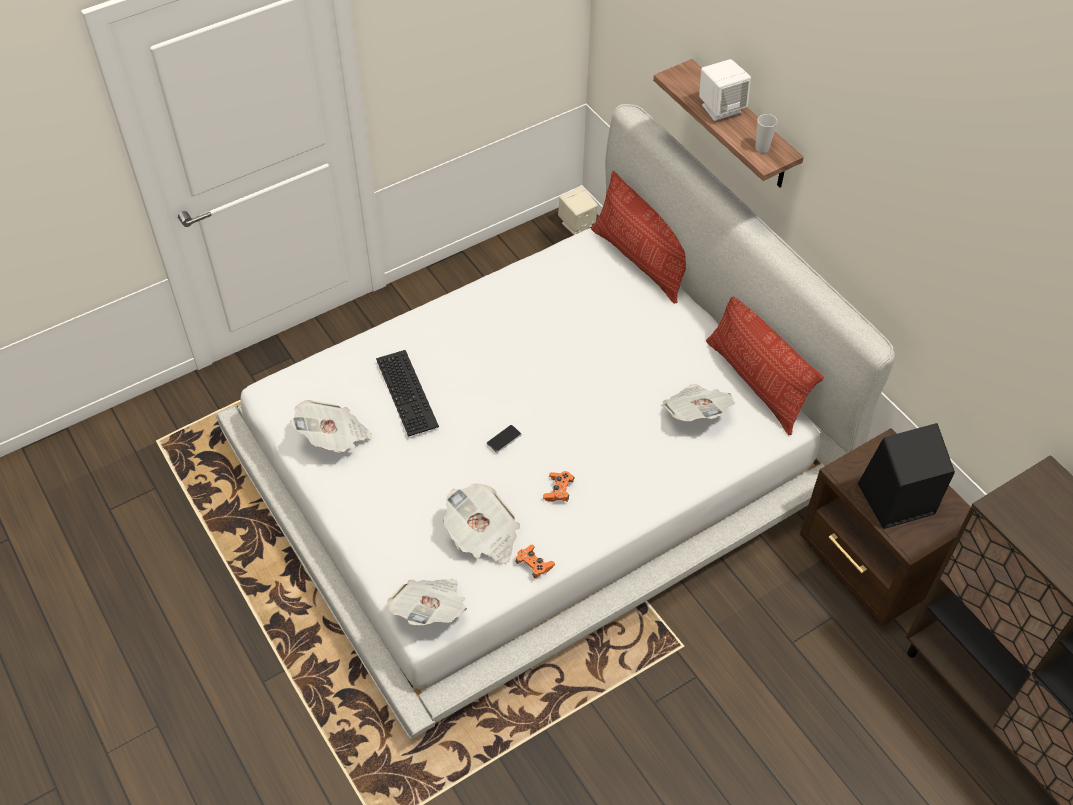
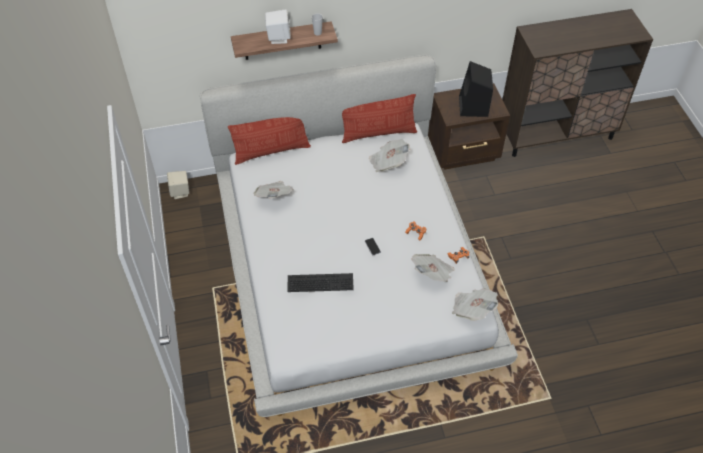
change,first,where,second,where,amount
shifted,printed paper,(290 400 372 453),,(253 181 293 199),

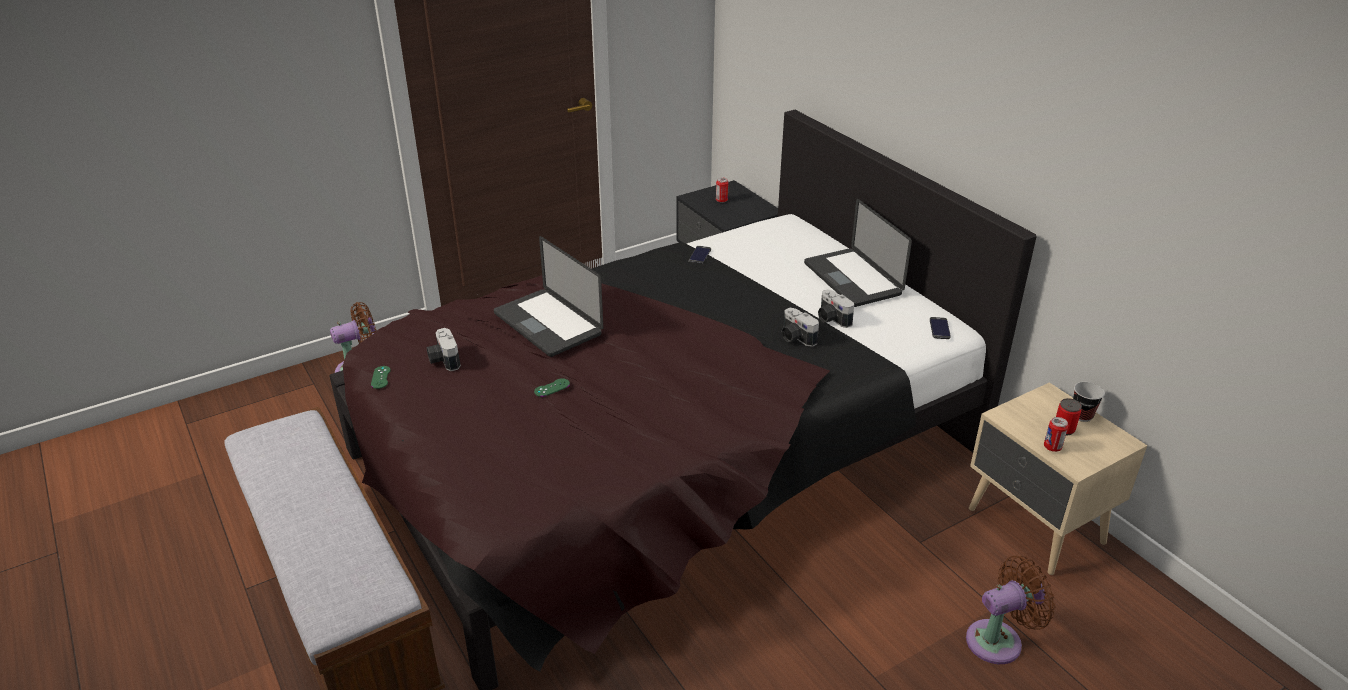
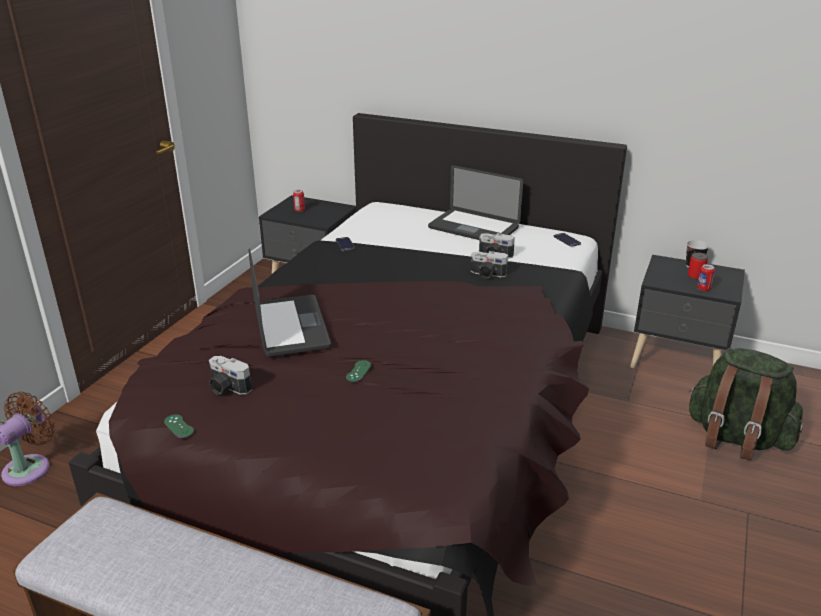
change,first,where,second,where,amount
rotated,laptop,(494 236 603 357),,(248 248 331 357),120 degrees counterclockwise
swapped,cooling fan/brown-coloured,(966 555 1055 664),rucksack/green-coloured,(689 348 803 461),
repainted,bedside table/sand-coloured,(969 383 1147 575),bedside table/blackish,(630 255 745 368),

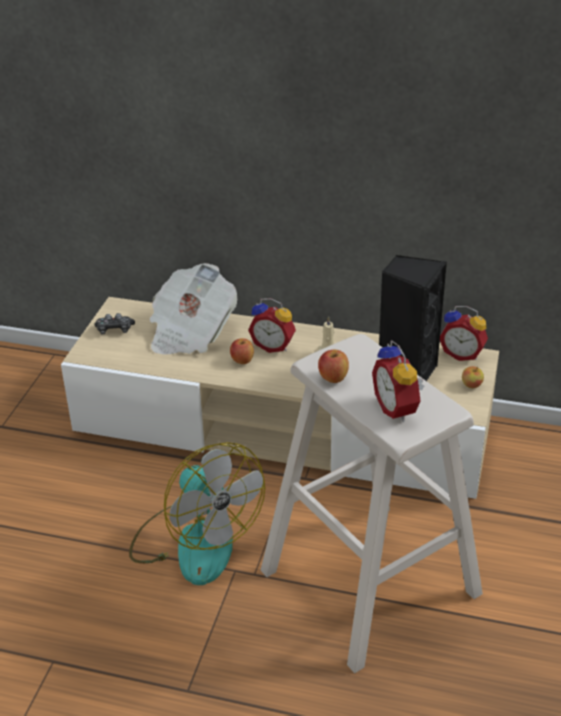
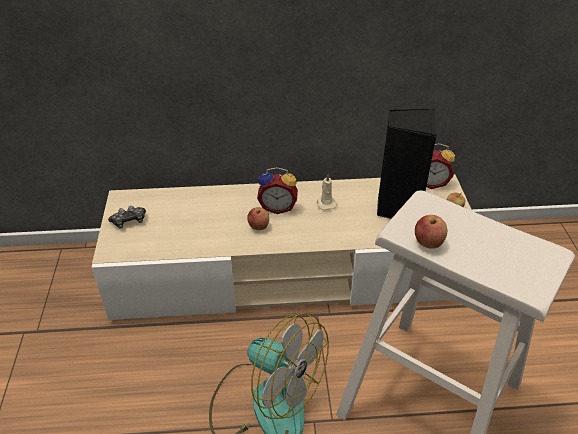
change,first,where,second,where,amount
gone,printed paper,(149 263 238 354),,,
gone,alarm clock,(372 340 424 422),,,

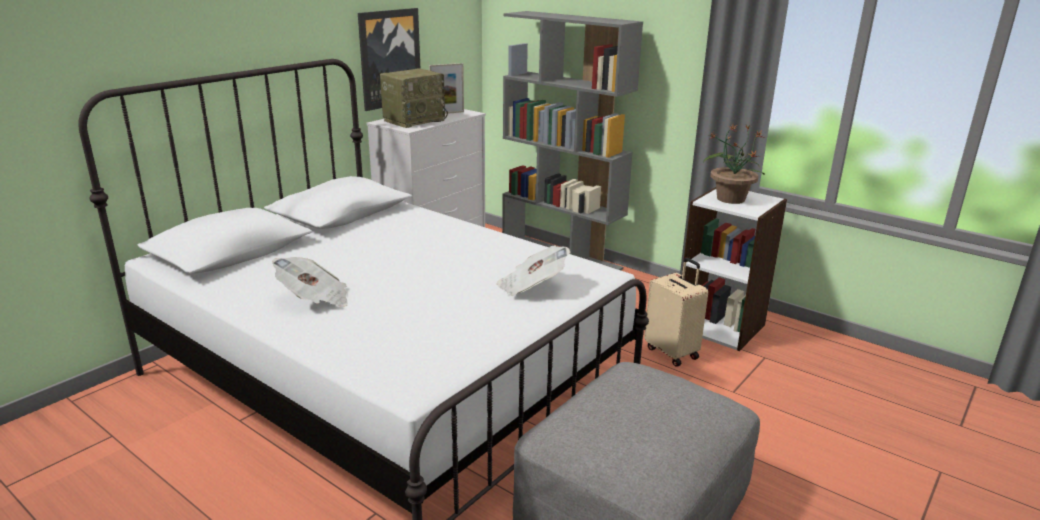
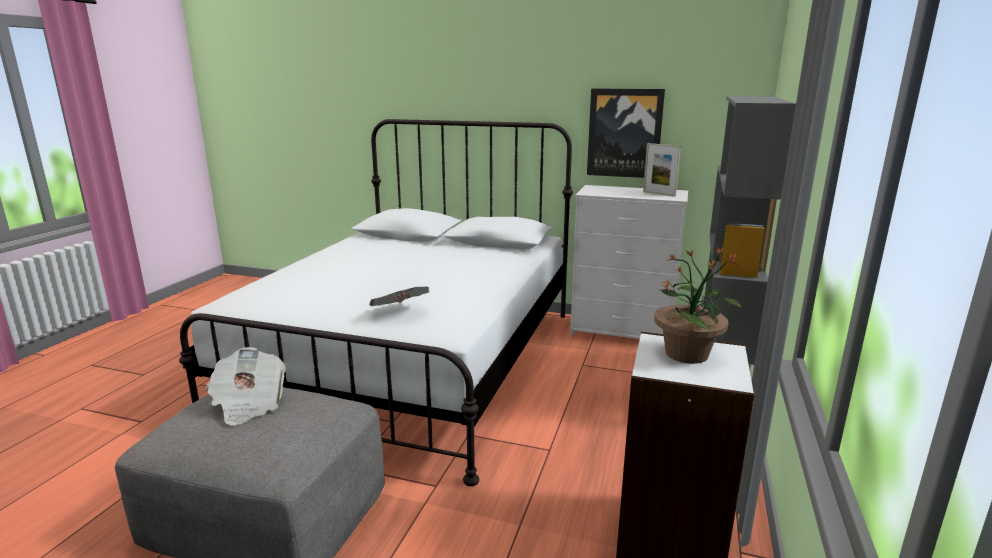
change,first,where,second,where,amount
shifted,printed paper,(272 257 348 307),,(206 347 286 426),
gone,radio,(380 68 448 128),,,
gone,suitcase/sand-coloured,(644 258 708 367),,,

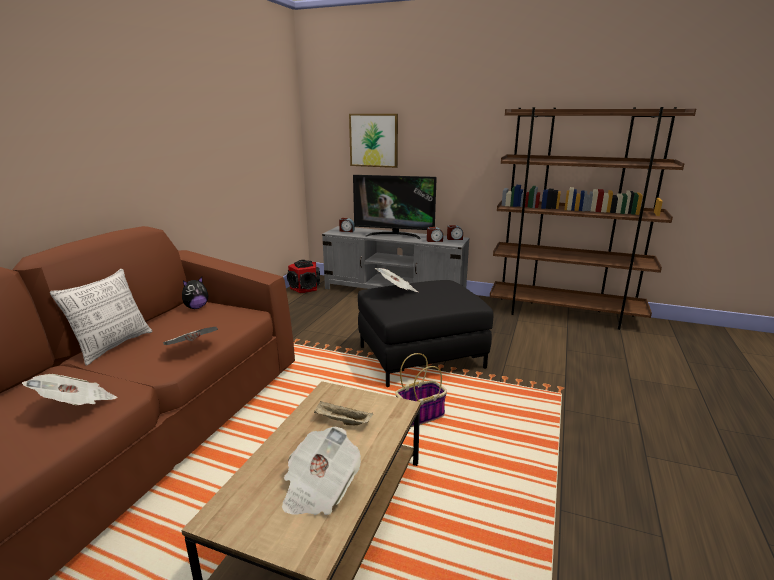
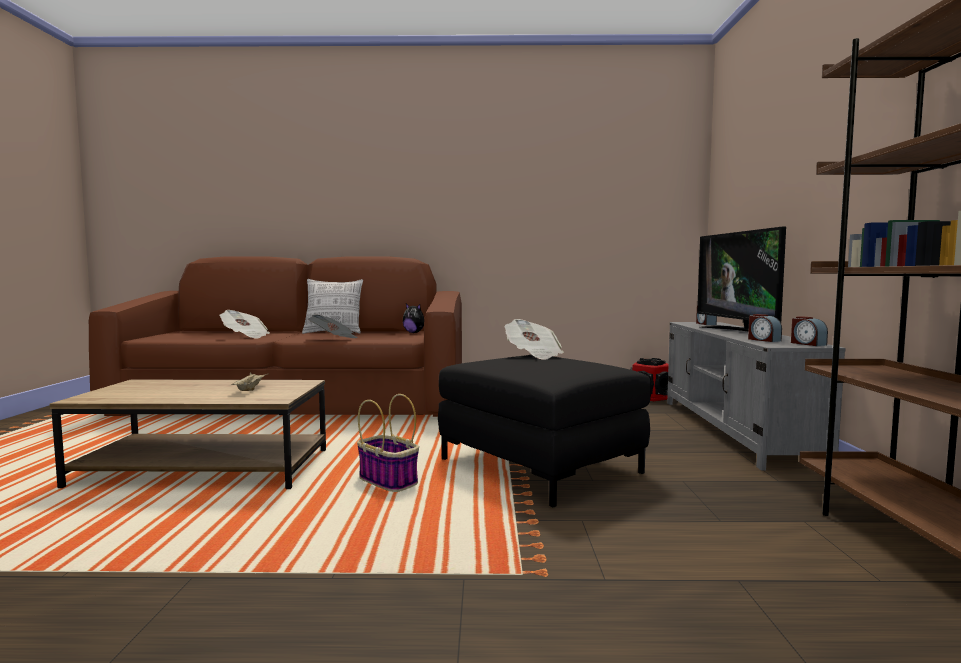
change,first,where,second,where,amount
gone,printed paper,(282 427 361 515),,,
gone,picture,(349 114 398 168),,,

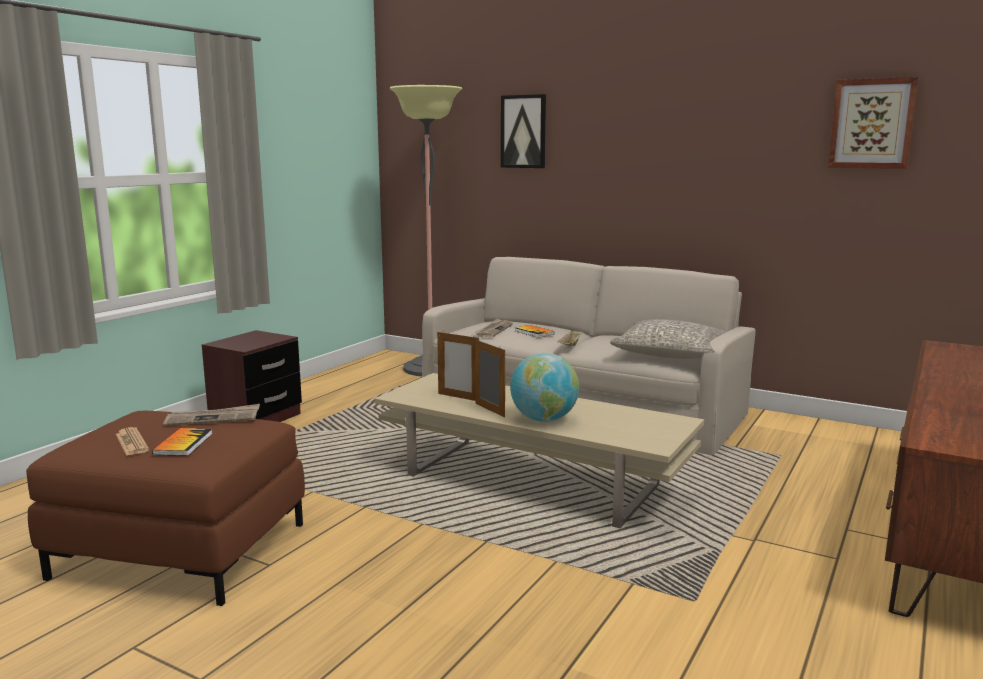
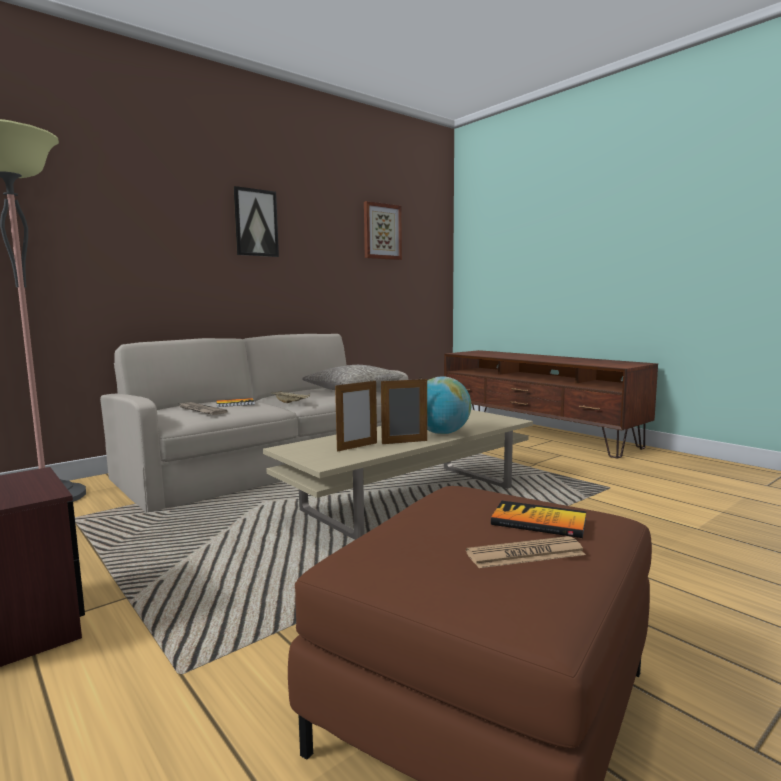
change,first,where,second,where,amount
gone,printed paper,(163 404 260 426),,,
shifted,picture,(501 94 546 168),,(233 186 279 257),

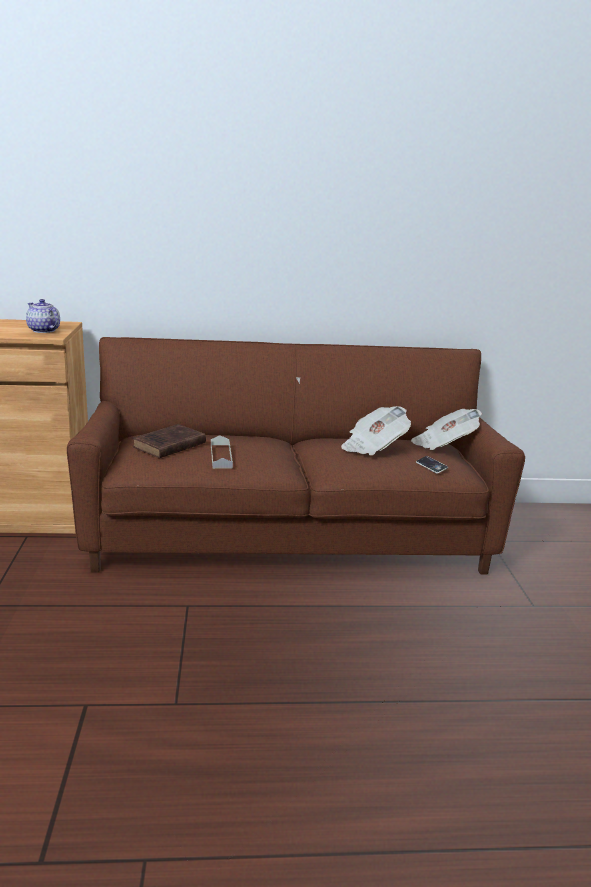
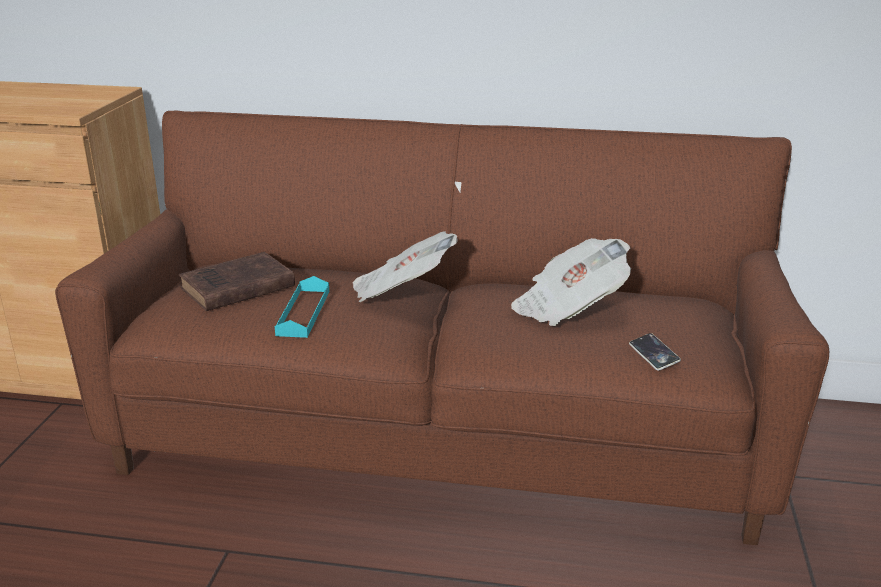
change,first,where,second,where,amount
gone,tea pot,(26 299 60 333),,,
repainted,tray/grey,(211 435 233 469),tray/turquoise-coloured,(275 276 329 338),
shifted,printed paper,(411 409 482 450),,(353 231 458 302),

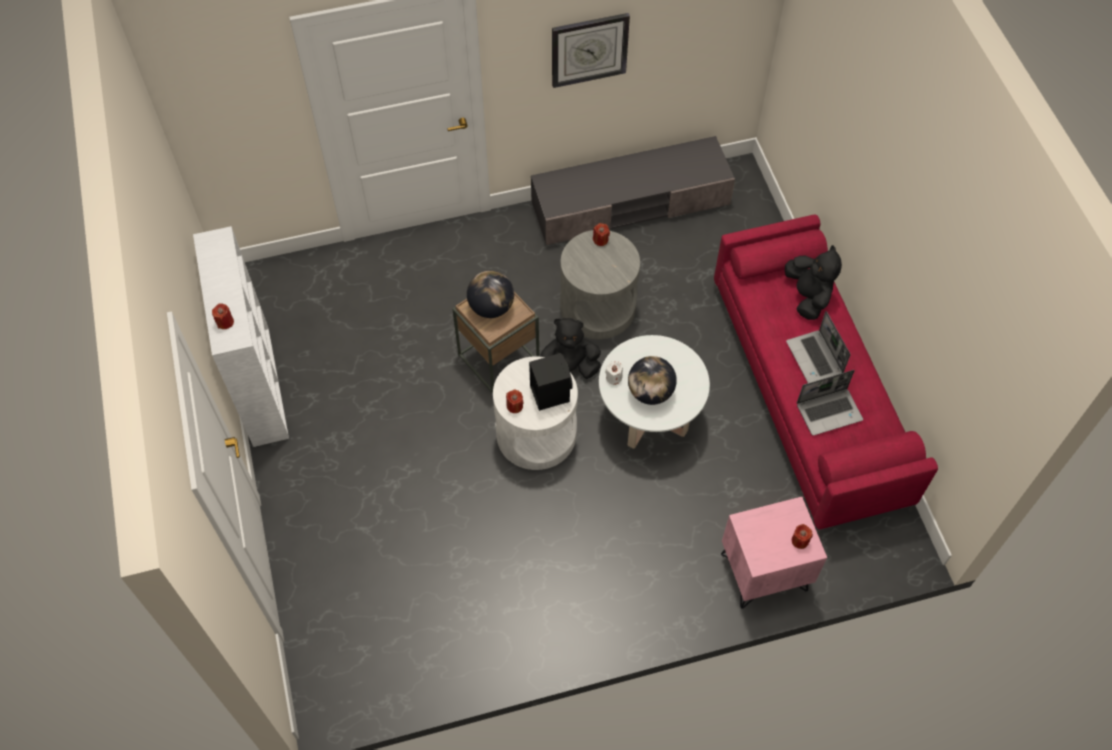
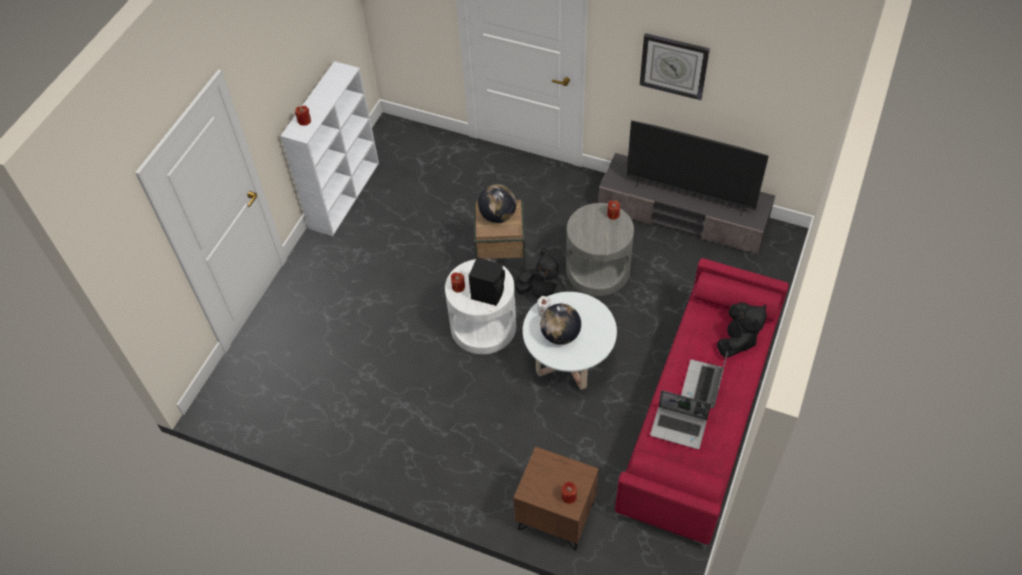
change,first,where,second,where,amount
repainted,bedside table/pinkish,(721 497 827 609),bedside table/brown-coloured,(513 447 599 551),
new,,,TV set,(626 120 769 216),

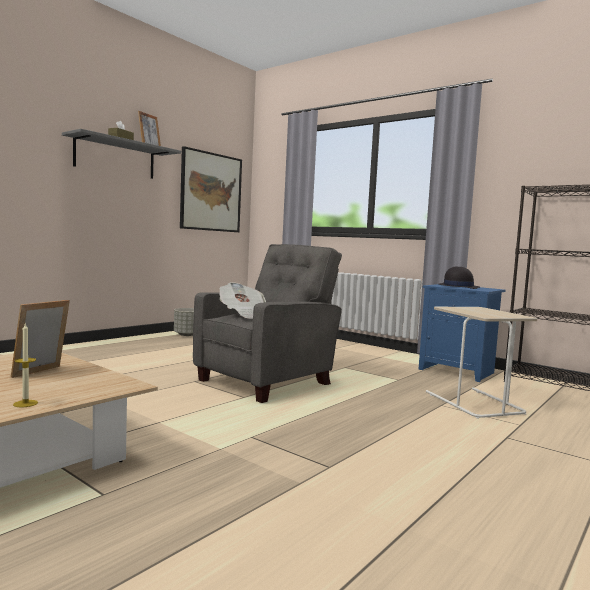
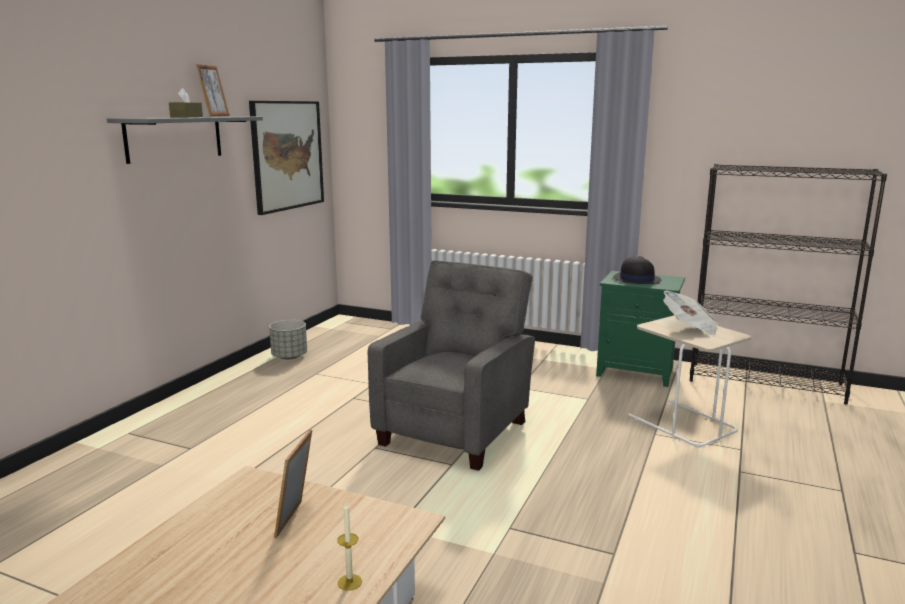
change,first,where,second,where,amount
shifted,printed paper,(219 282 266 319),,(663 291 719 336),
repainted,bedside table/bluish,(419 284 505 382),bedside table/green-coloured,(596 271 685 387),

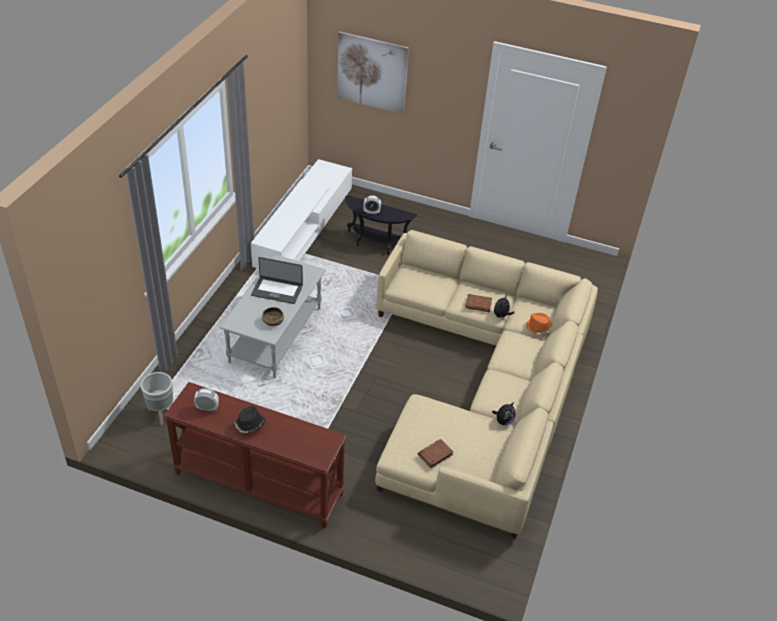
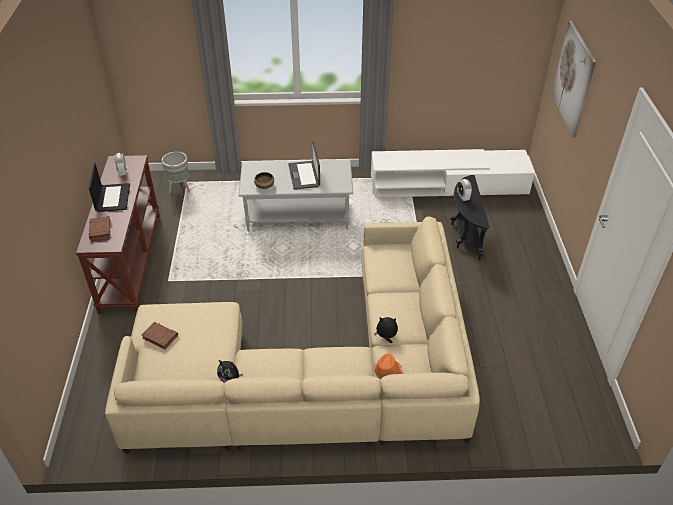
change,first,where,second,where,amount
swapped,clothing hat/blackish,(234 406 265 434),laptop,(89 163 130 212),
shifted,volume/brown-coloured,(465 294 492 312),,(89 216 111 240),

